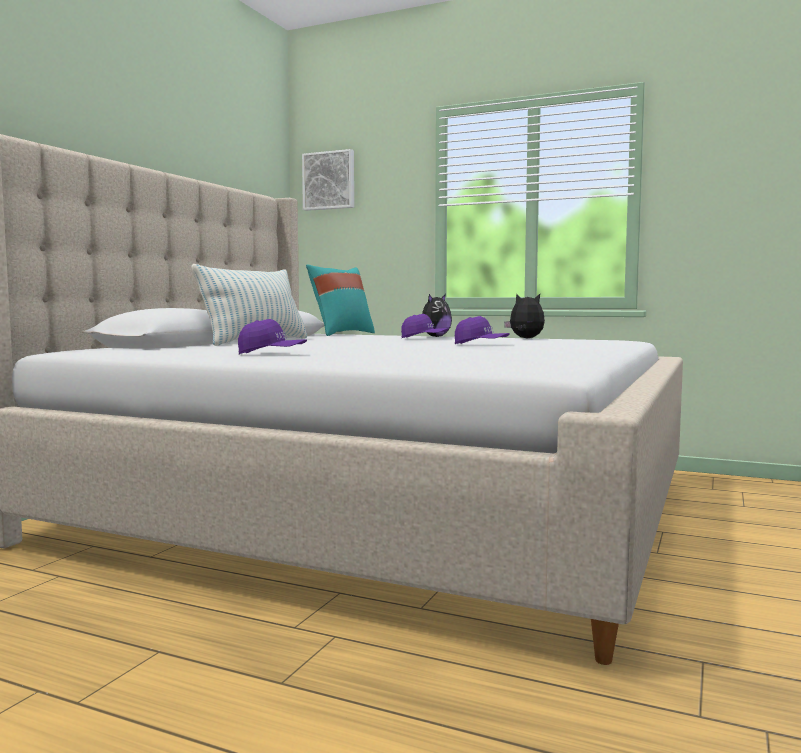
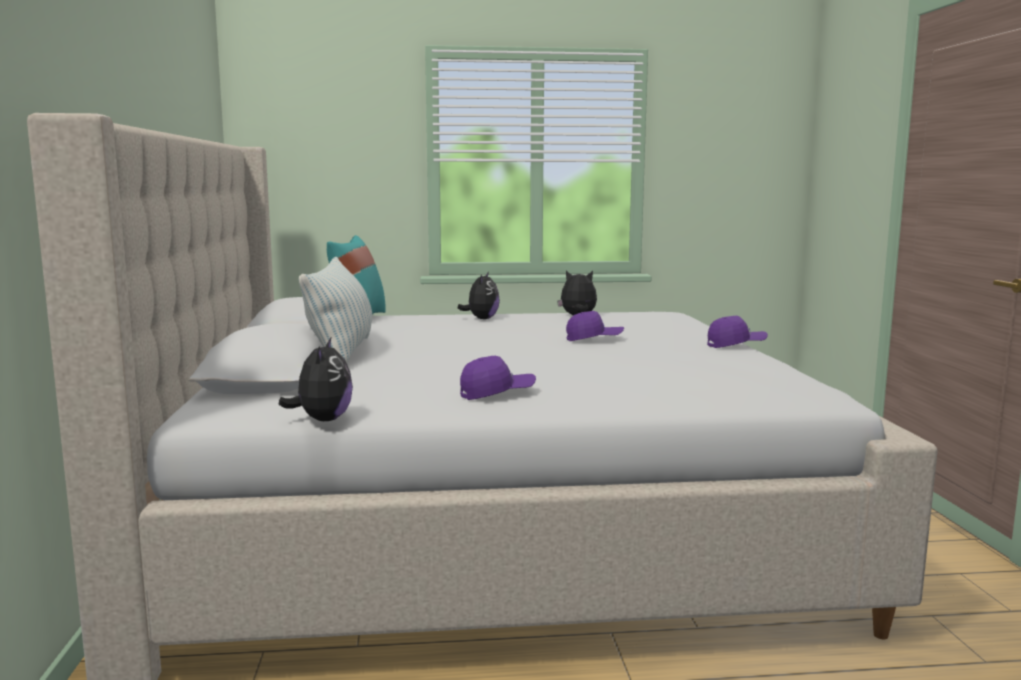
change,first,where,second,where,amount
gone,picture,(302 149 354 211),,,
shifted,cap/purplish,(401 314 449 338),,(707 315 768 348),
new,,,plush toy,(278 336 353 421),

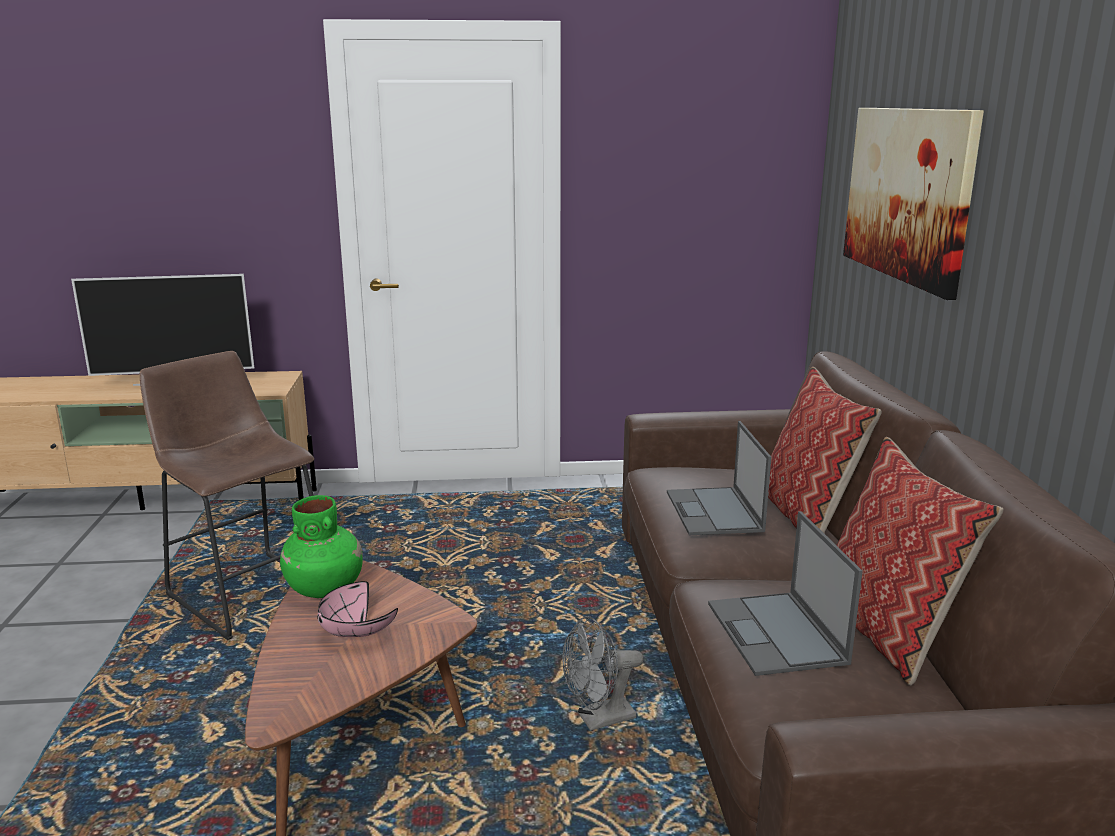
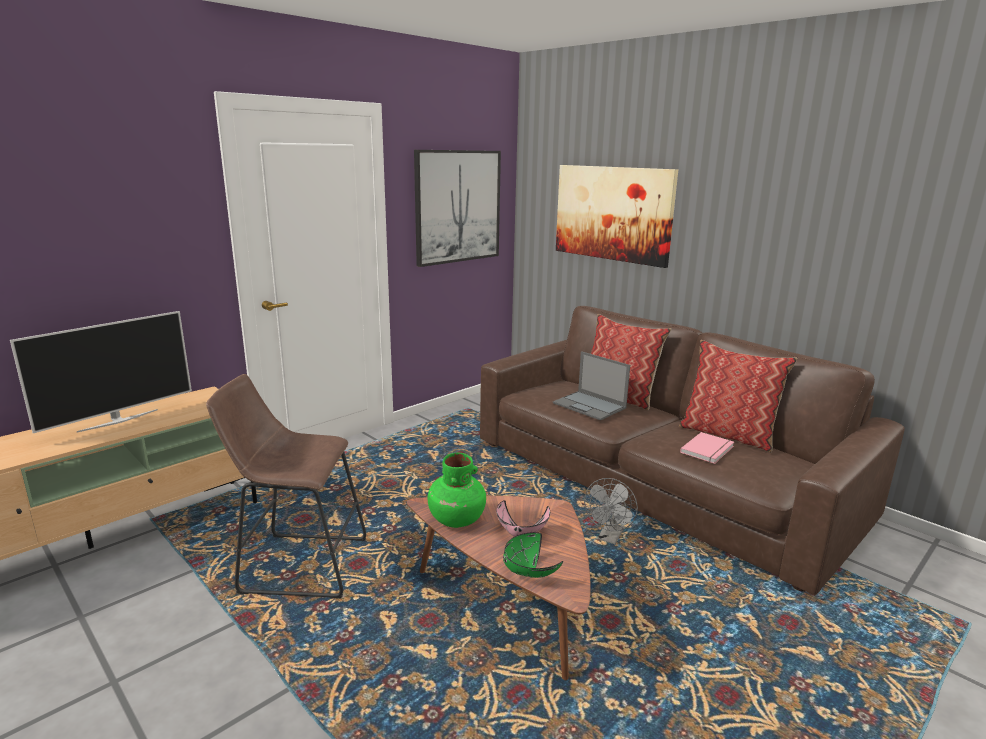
change,first,where,second,where,amount
swapped,laptop,(708 511 863 676),volume/pinkish,(680 432 734 464),
new,,,picture,(414 150 501 267),
new,,,bowl/green-coloured,(503 532 563 578),

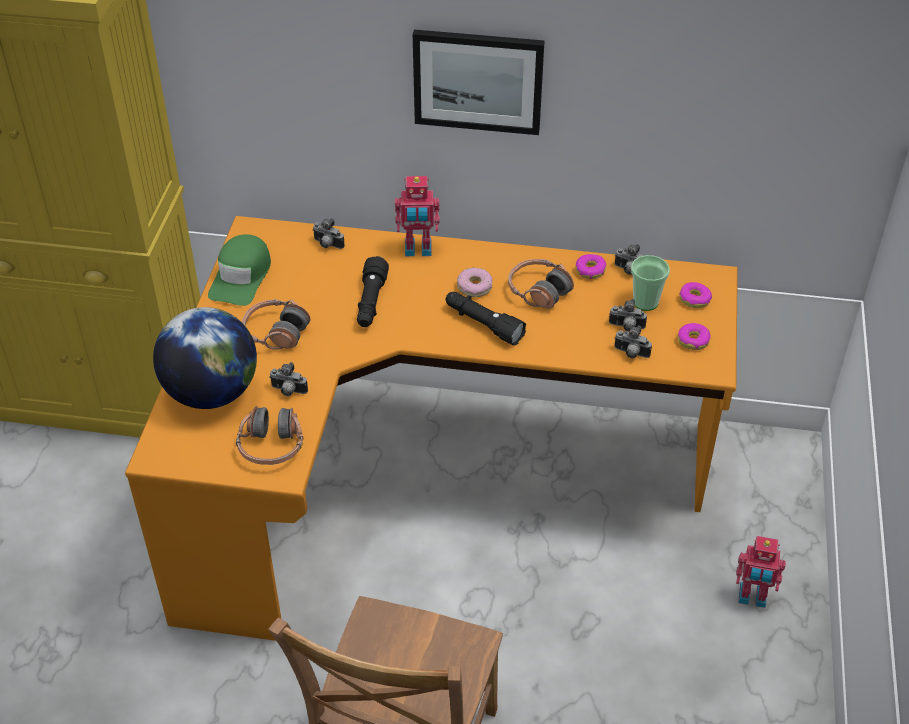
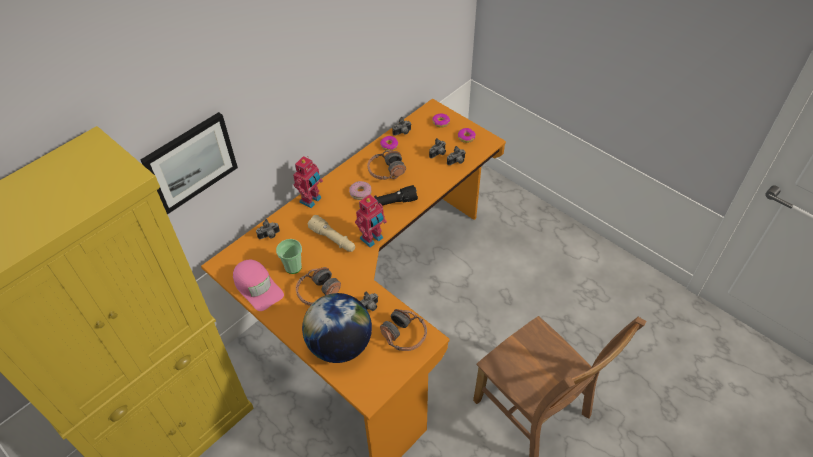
change,first,where,second,where,amount
repainted,cap/green-coloured,(208 234 271 306),cap/pinkish,(233 260 284 311),
repainted,flashlight/blackish,(357 256 389 327),flashlight/sand-coloured,(308 215 355 252),
shifted,picture,(413 30 545 135),,(140 112 238 215),
shifted,drinking cup,(631 255 670 311),,(276 239 302 274),
shifted,toy robot,(736 536 786 608),,(355 195 387 247),

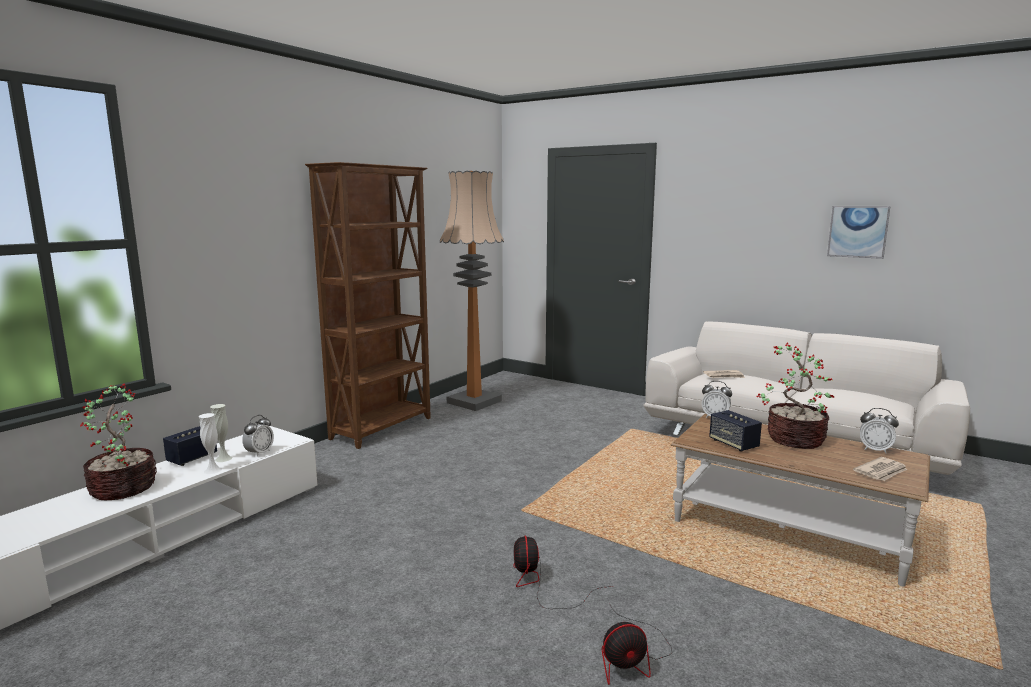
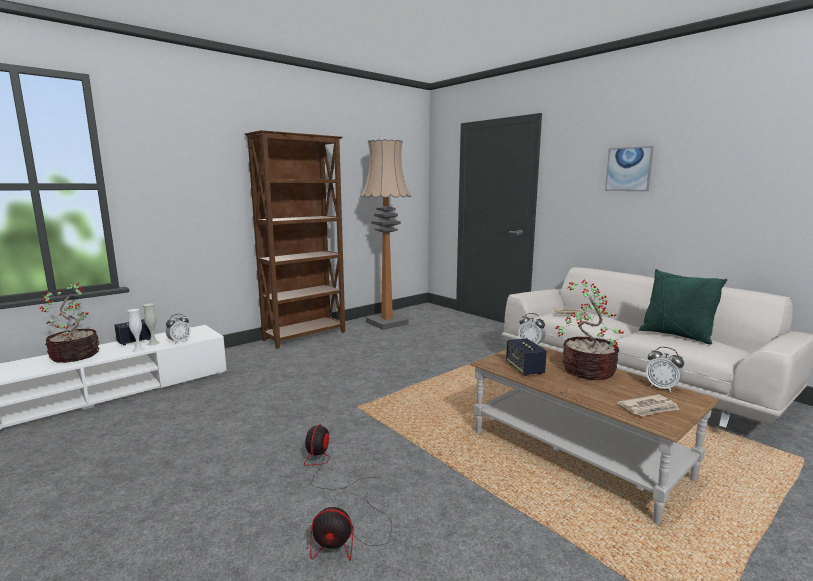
change,first,where,second,where,amount
shifted,picture,(827 206 891 259),,(605 146 654 191),
new,,,pillow/green-coloured,(639 269 727 344),

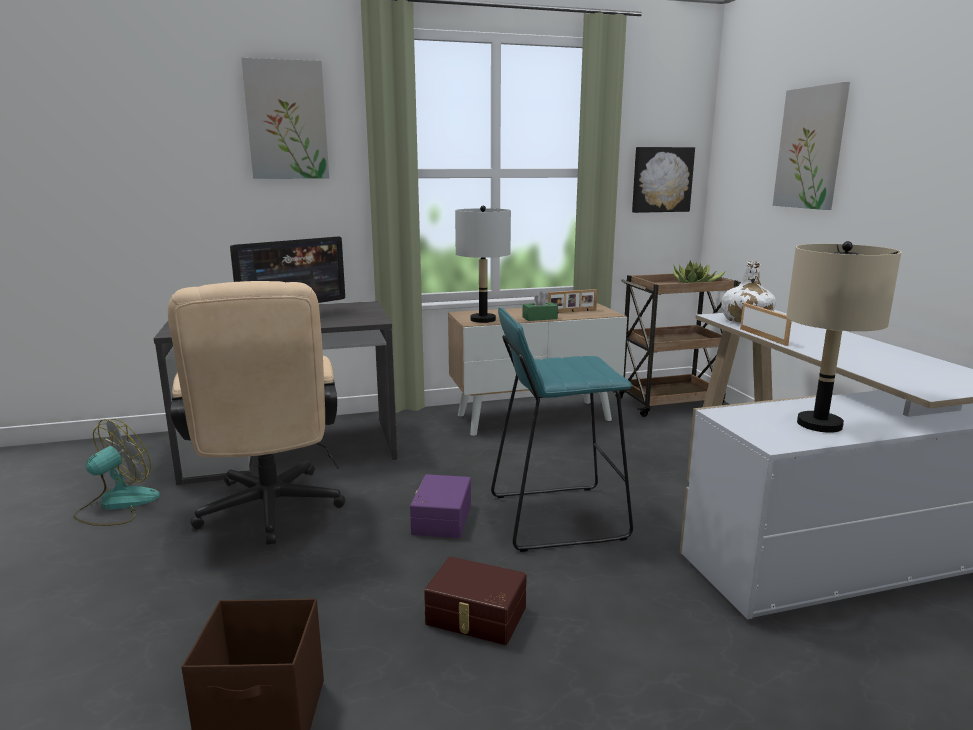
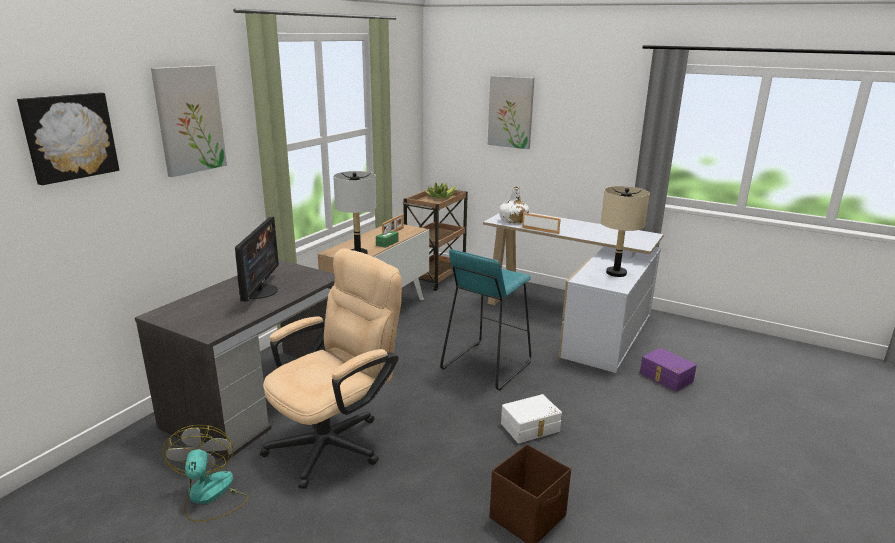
change,first,where,second,where,amount
rotated,office chair/sand-coloured,(168 281 346 545),,(260 248 402 489),75 degrees counterclockwise
shifted,storage bin/purplish,(410 474 471 538),,(640 348 697 392),
repainted,storage bin/brown-coloured,(424 557 527 645),storage bin/white-coloured,(501 394 562 443),
shifted,picture,(632 147 695 213),,(17 93 119 185),

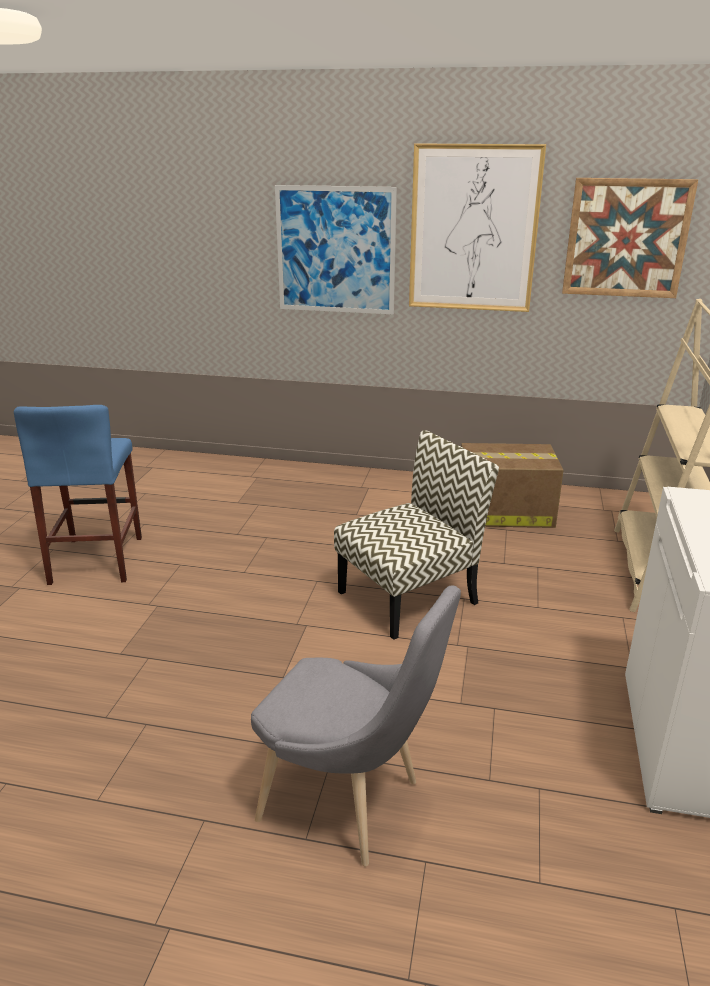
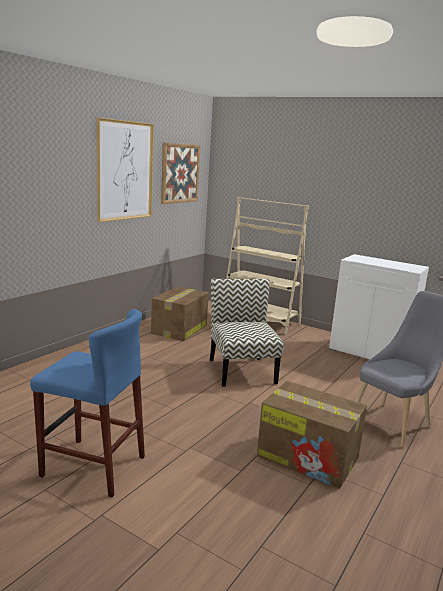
change,first,where,second,where,amount
gone,picture,(275 185 397 315),,,
new,,,carton,(257 381 367 489),

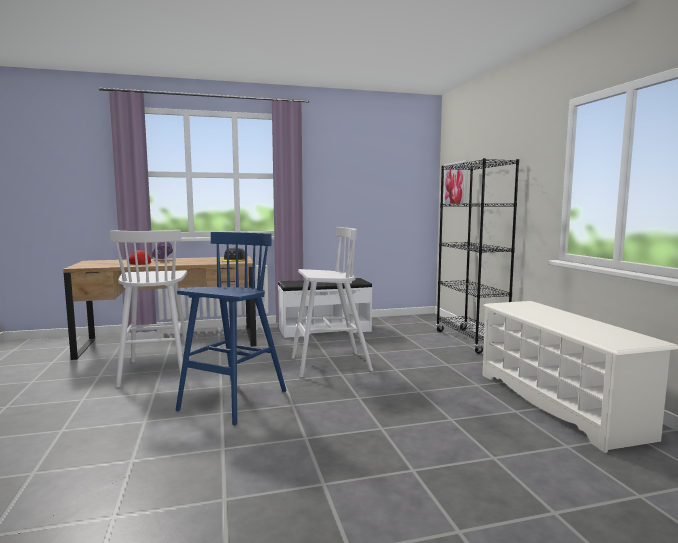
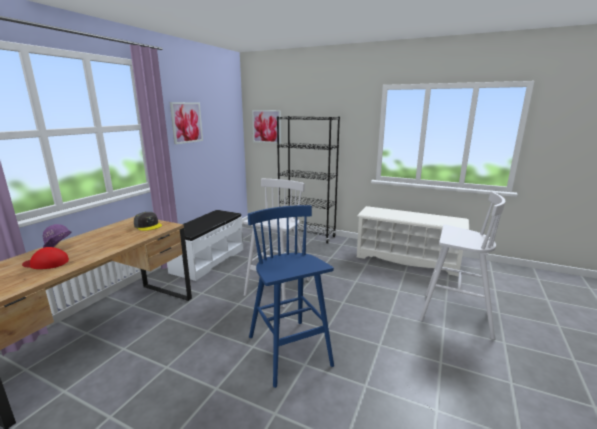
change,first,where,second,where,amount
shifted,stool/white-coloured,(110 230 191 388),,(420 192 506 340),
new,,,picture,(170 102 203 144),

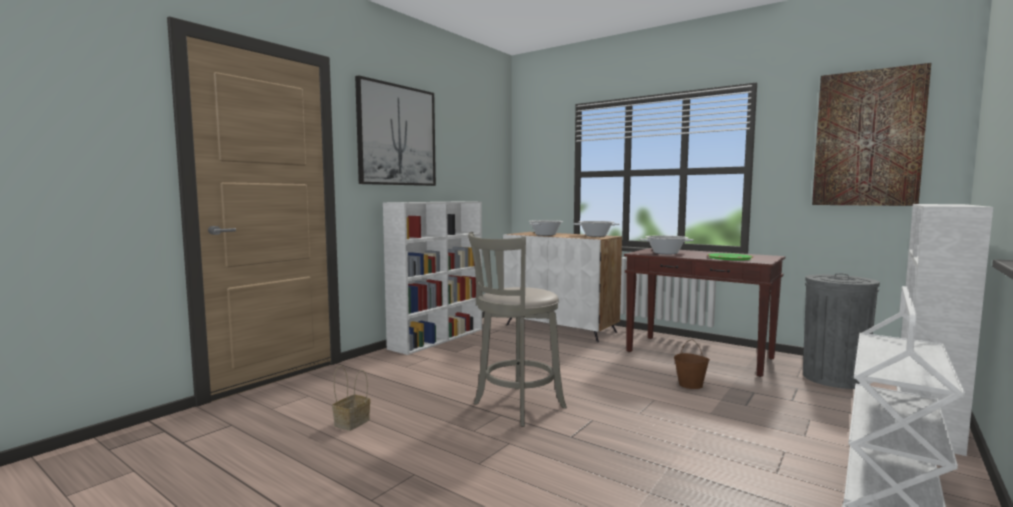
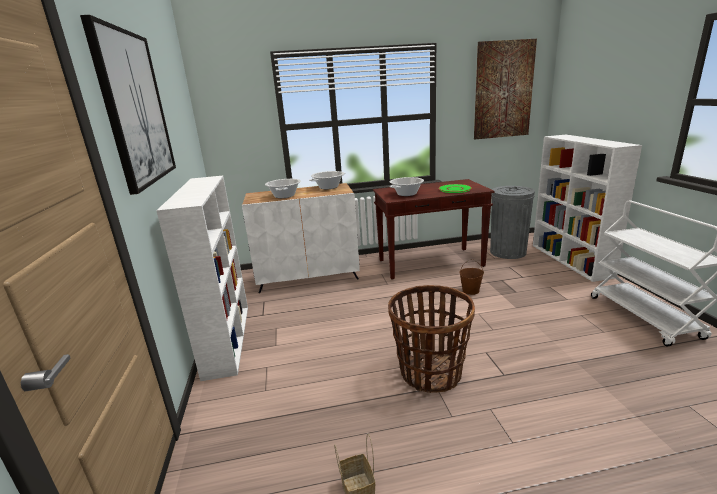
change,first,where,second,where,amount
swapped,stool/grey,(468 232 567 427),basket,(388 285 475 393),

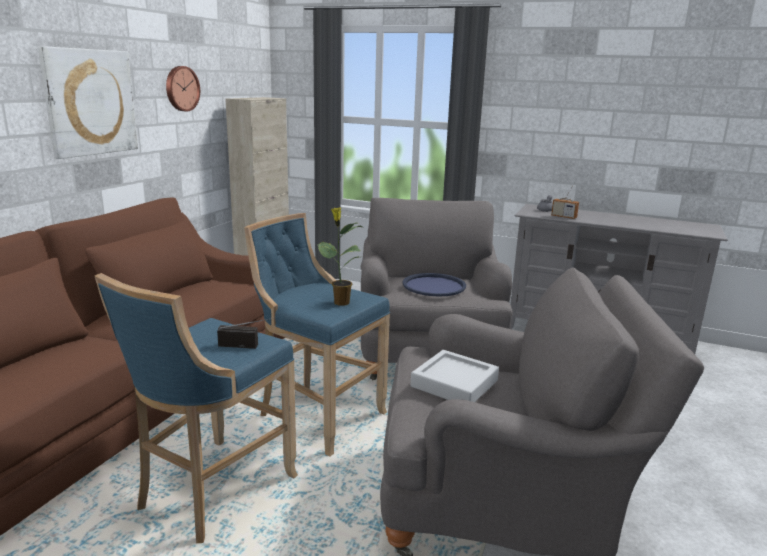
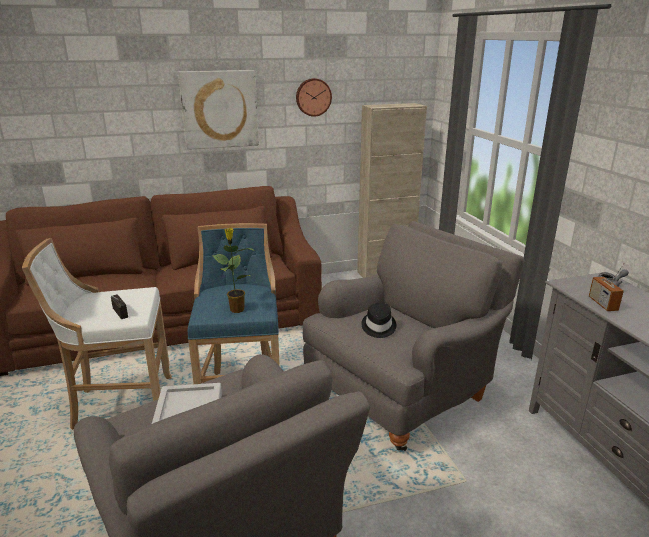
change,first,where,second,where,amount
repainted,stool/bluish,(95 273 298 543),stool/white-coloured,(22 238 172 430),
swapped,tray/bluish,(403 273 466 297),clothing hat/blackish,(362 303 396 338),

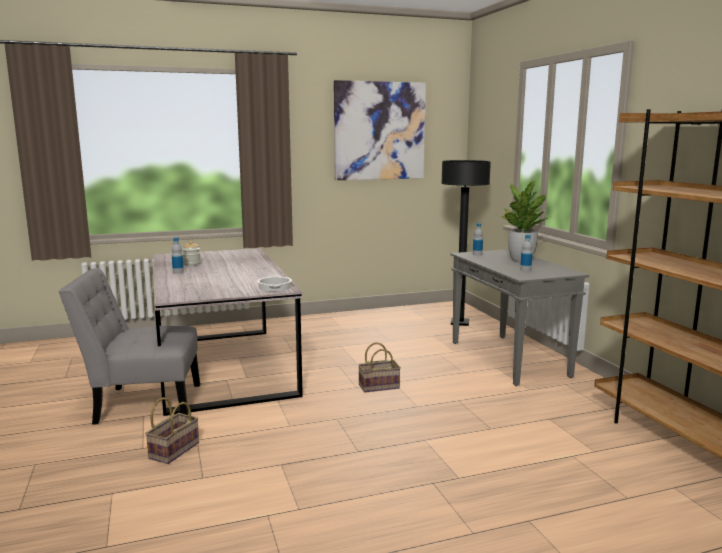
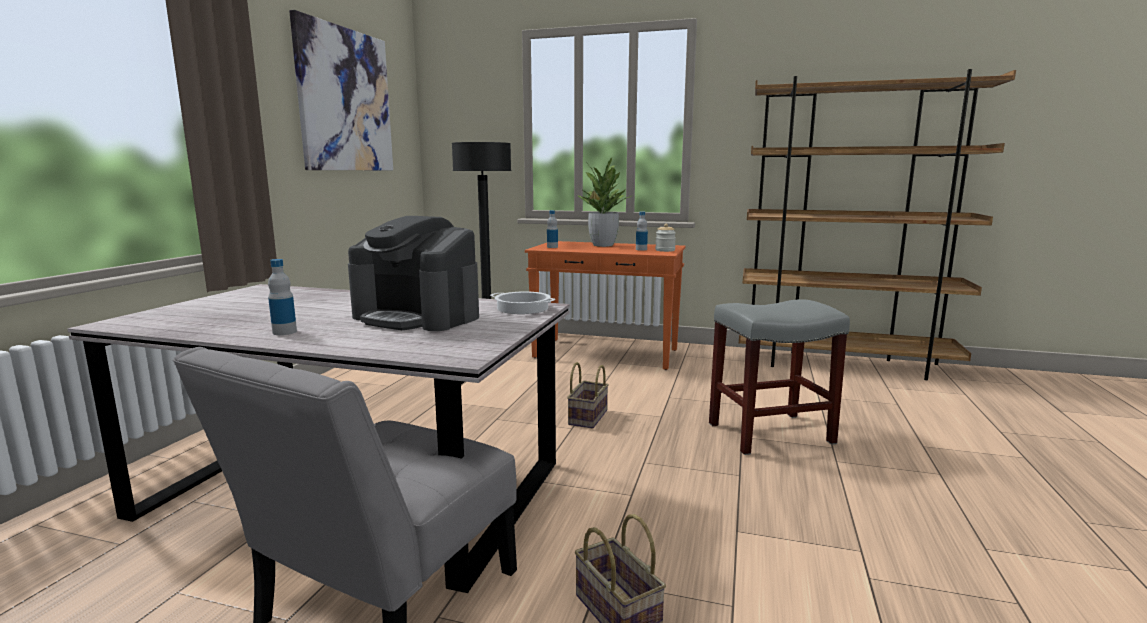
change,first,where,second,where,amount
shifted,jar,(182 241 201 266),,(655 224 676 252),
repainted,hall table/grey,(450 249 589 386),hall table/orangey,(525 241 686 370),
new,,,coffee machine,(348 216 479 331),
new,,,stool/grey,(709 299 850 455),

